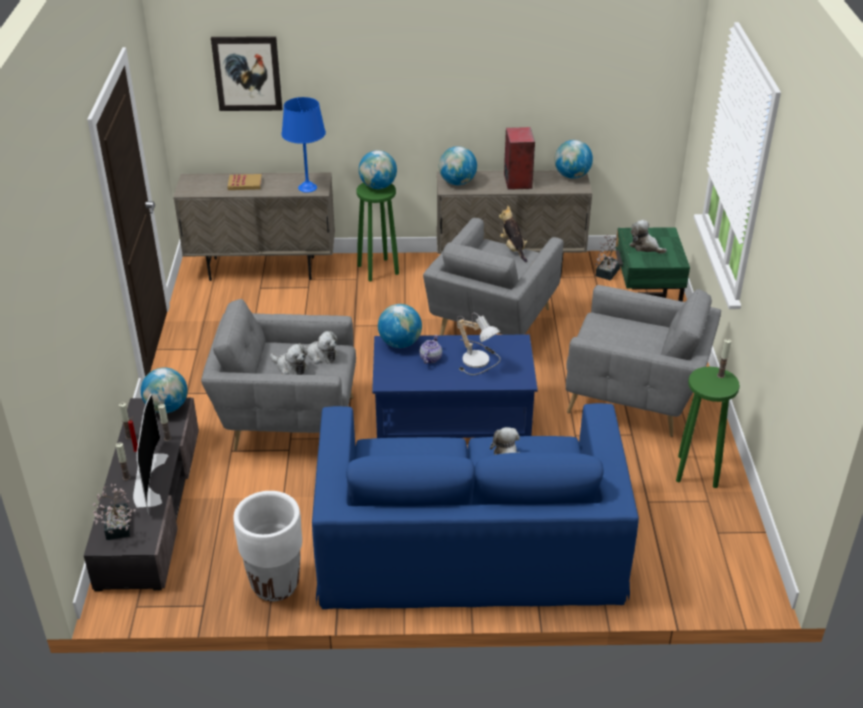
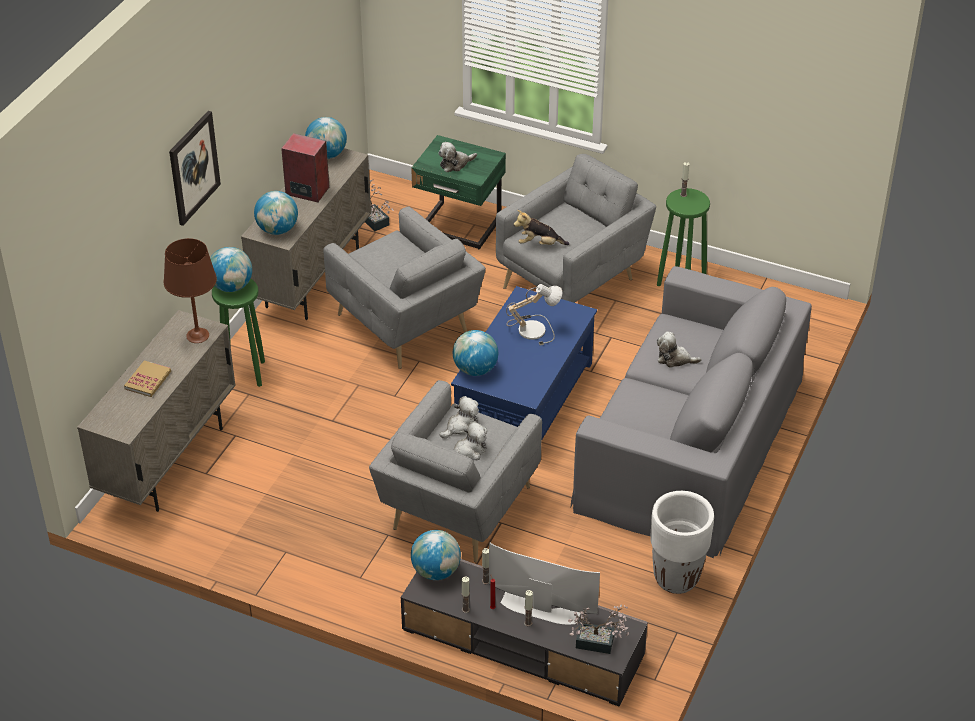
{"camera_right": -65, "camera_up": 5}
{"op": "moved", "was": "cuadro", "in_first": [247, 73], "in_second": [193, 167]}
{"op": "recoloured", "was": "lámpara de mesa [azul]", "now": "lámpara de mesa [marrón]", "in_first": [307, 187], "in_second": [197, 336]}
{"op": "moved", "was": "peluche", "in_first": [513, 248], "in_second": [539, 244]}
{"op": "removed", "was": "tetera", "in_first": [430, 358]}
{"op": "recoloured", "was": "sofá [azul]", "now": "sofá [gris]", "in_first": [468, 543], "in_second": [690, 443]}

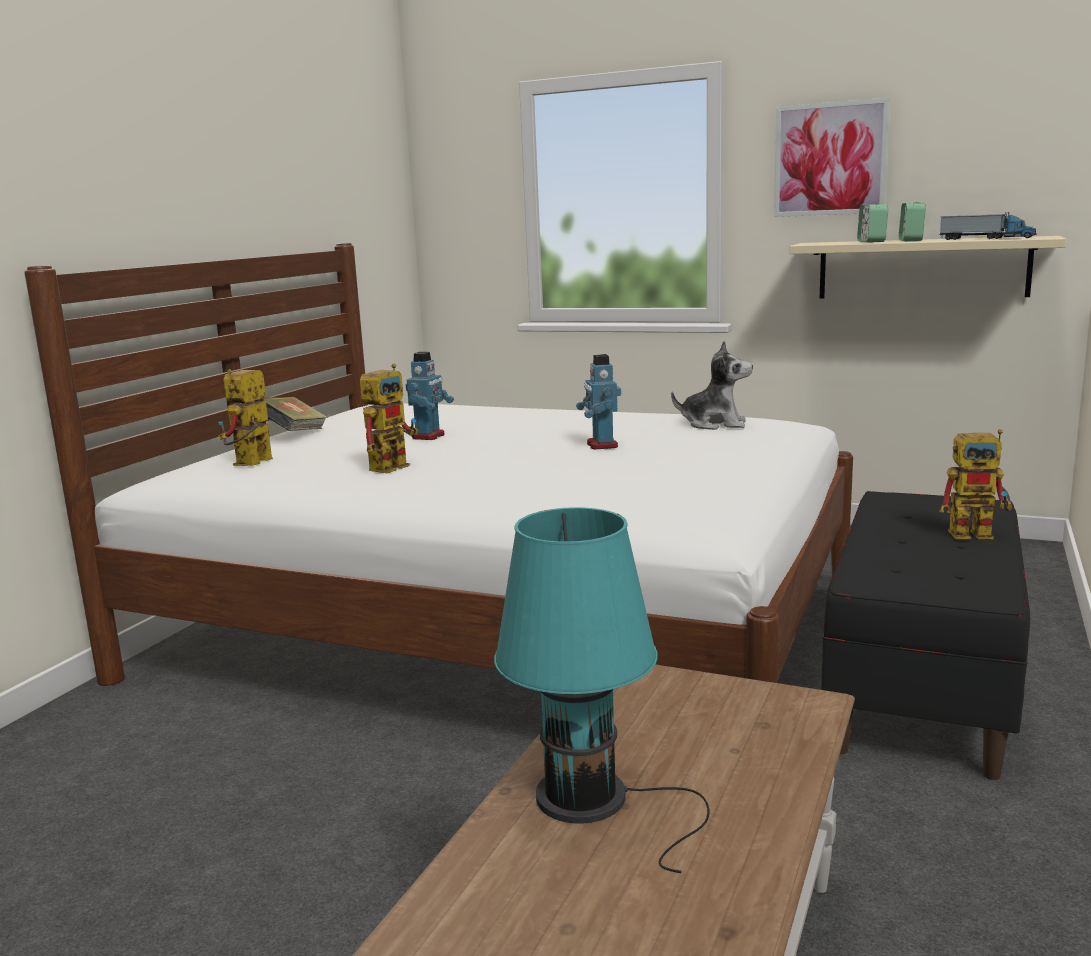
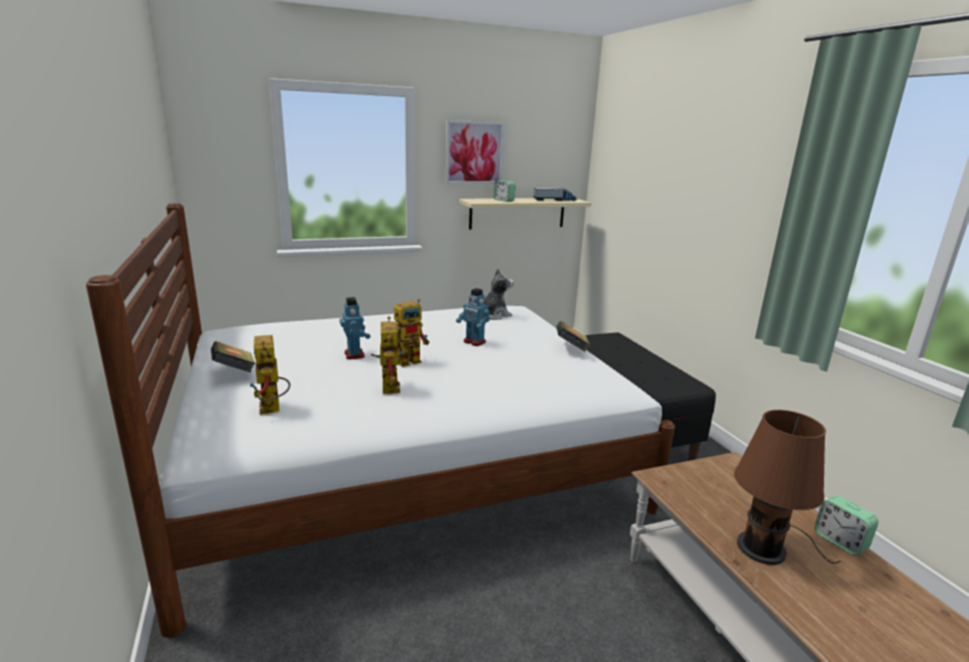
{"camera_right": -45, "camera_up": 5}
{"op": "moved", "was": "despertador", "in_first": [910, 240], "in_second": [840, 541]}
{"op": "moved", "was": "robot de juguete", "in_first": [979, 533], "in_second": [412, 360]}
{"op": "recoloured", "was": "lámpara de mesa [turquesa]", "now": "lámpara de mesa [marrón]", "in_first": [591, 800], "in_second": [765, 547]}
{"op": "added", "now": "libro", "in_second": [571, 349]}

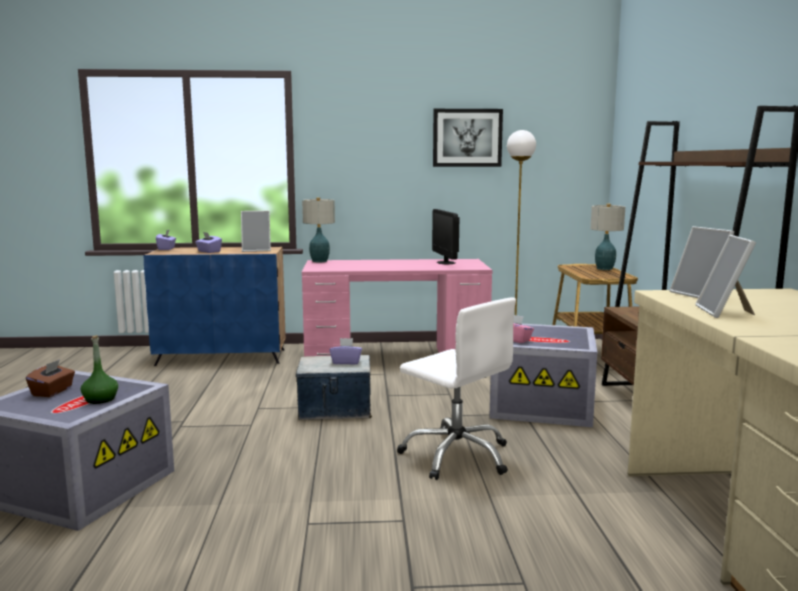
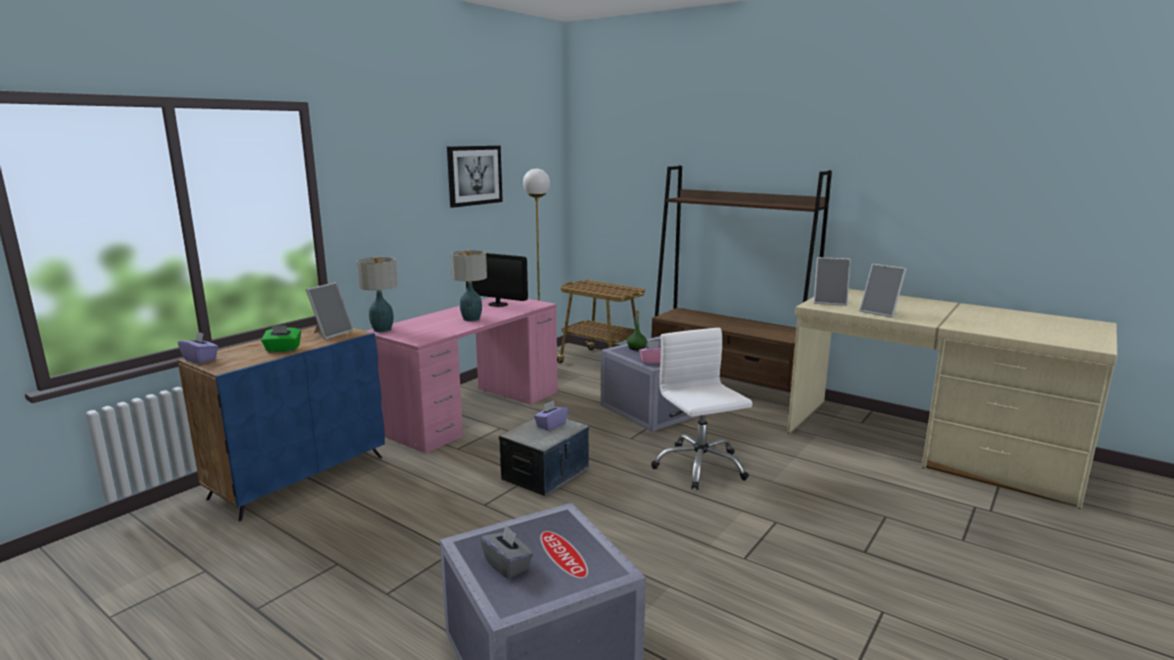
{"camera_right": -50, "camera_up": 5}
{"op": "moved", "was": "lámpara de mesa", "in_first": [604, 268], "in_second": [471, 319]}
{"op": "recoloured", "was": "caja de pañuelos [morado]", "now": "caja de pañuelos [verde]", "in_first": [208, 251], "in_second": [283, 349]}
{"op": "turned", "was": "silla de oficina [blanco]", "in_first": [457, 455], "in_second": [699, 466], "clockwise": -105}
{"op": "moved", "was": "botella [verde]", "in_first": [100, 399], "in_second": [636, 348]}
{"op": "recoloured", "was": "caja de pañuelos [marrón]", "now": "caja de pañuelos [gris]", "in_first": [52, 391], "in_second": [507, 565]}

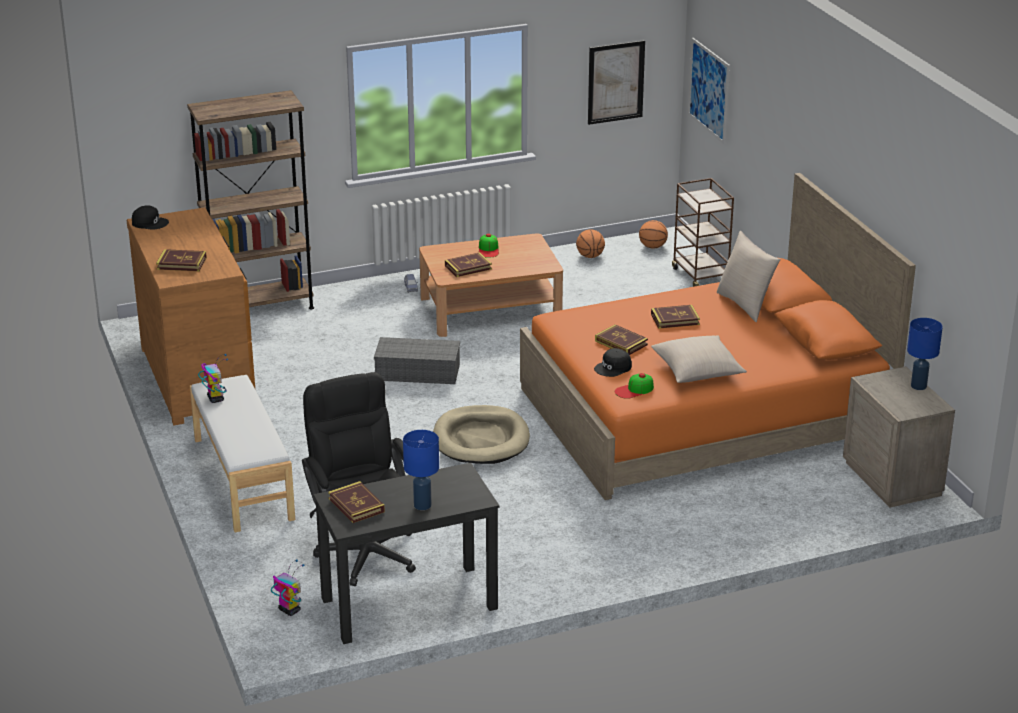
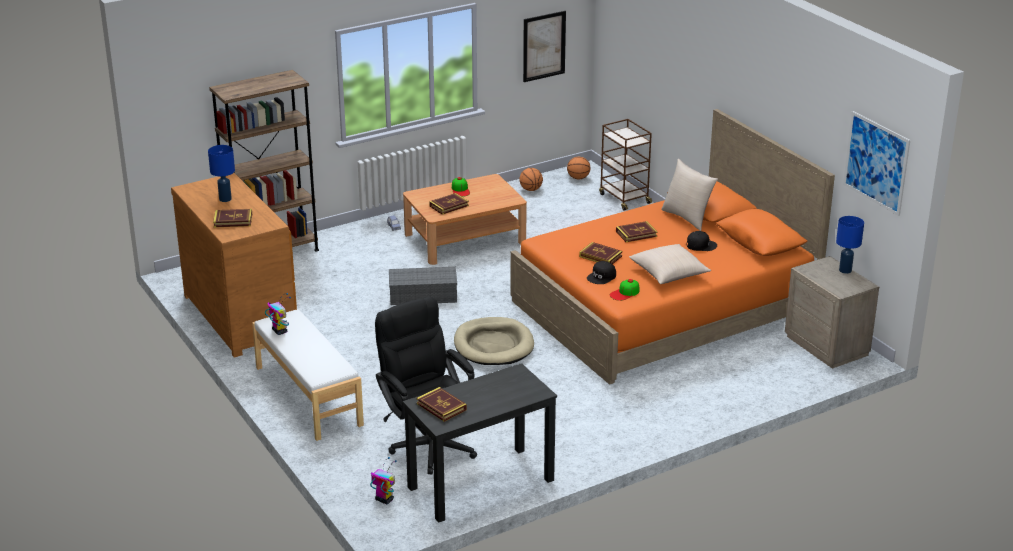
{"camera_right": -10, "camera_up": 0}
{"op": "moved", "was": "cuadro", "in_first": [709, 90], "in_second": [876, 162]}
{"op": "moved", "was": "gorra [negro]", "in_first": [150, 222], "in_second": [701, 245]}
{"op": "moved", "was": "lámpara de mesa [azul]", "in_first": [422, 505], "in_second": [225, 199]}

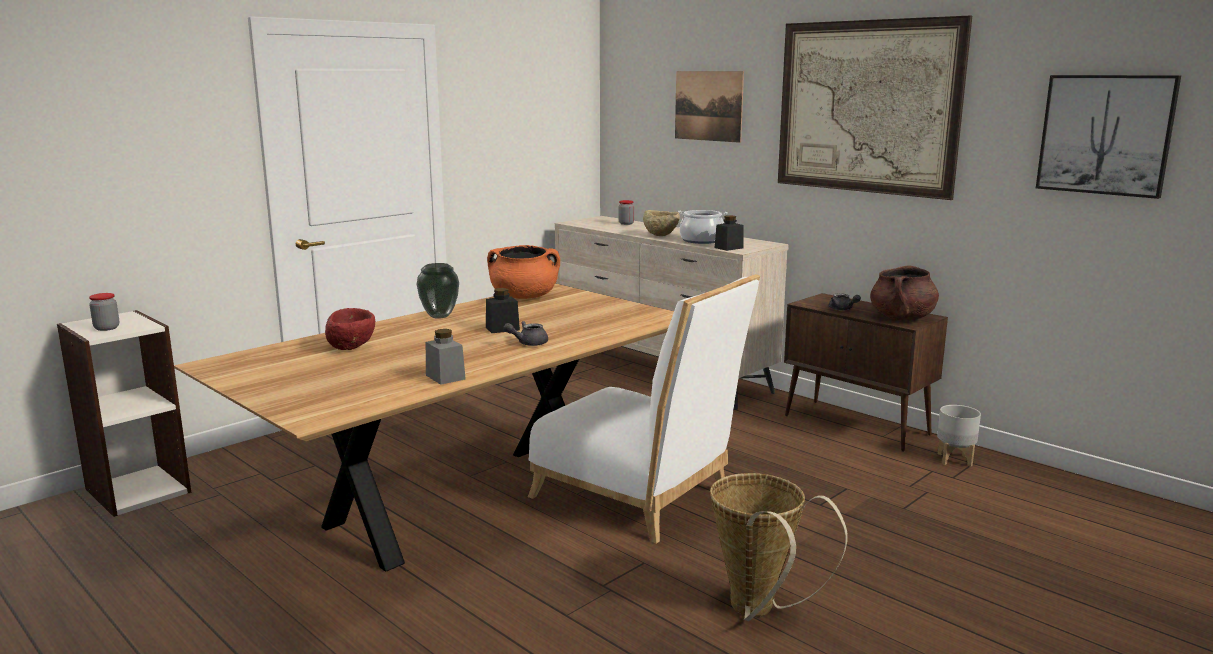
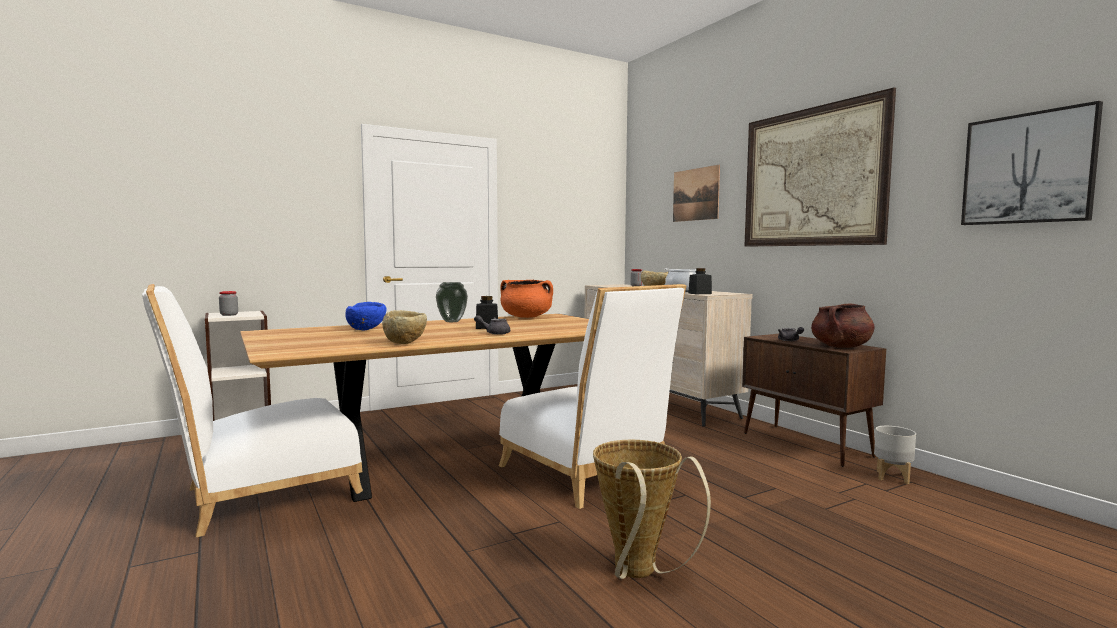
{"camera_right": 15, "camera_up": -10}
{"op": "recoloured", "was": "cuenco [rojo]", "now": "cuenco [azul]", "in_first": [352, 348], "in_second": [366, 330]}
{"op": "replaced", "was": "tarro [gris]", "now": "cuenco [beis]", "in_first": [445, 377], "in_second": [406, 343]}
{"op": "added", "now": "silla [blanco]", "in_second": [261, 496]}

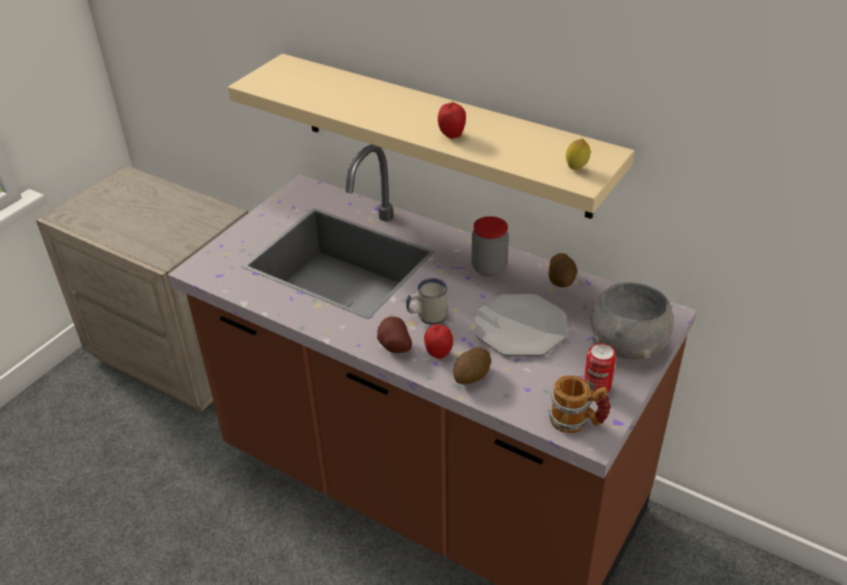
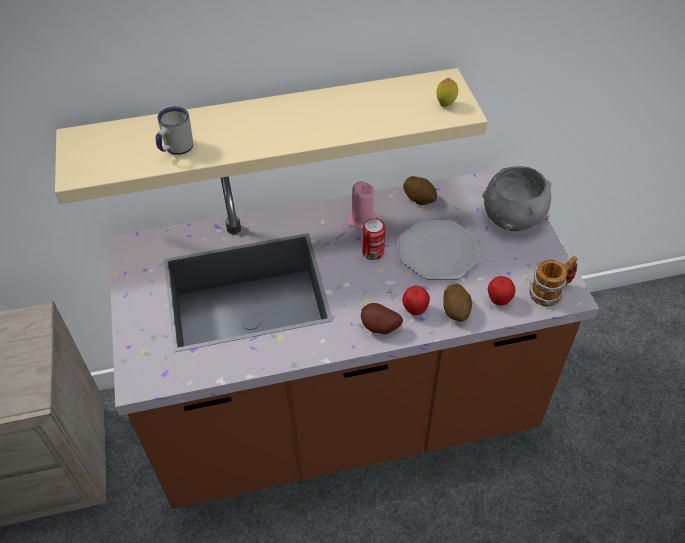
{"camera_right": -45, "camera_up": 10}
{"op": "moved", "was": "manzana", "in_first": [451, 135], "in_second": [498, 300]}
{"op": "replaced", "was": "tarro", "now": "vela [rosa]", "in_first": [489, 267], "in_second": [362, 220]}
{"op": "moved", "was": "taza grande [blanco]", "in_first": [427, 316], "in_second": [175, 149]}
{"op": "moved", "was": "lata", "in_first": [596, 386], "in_second": [373, 252]}

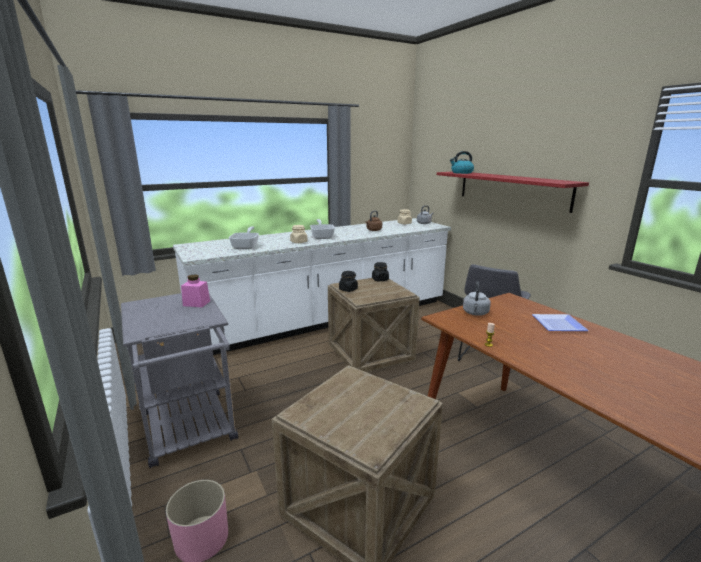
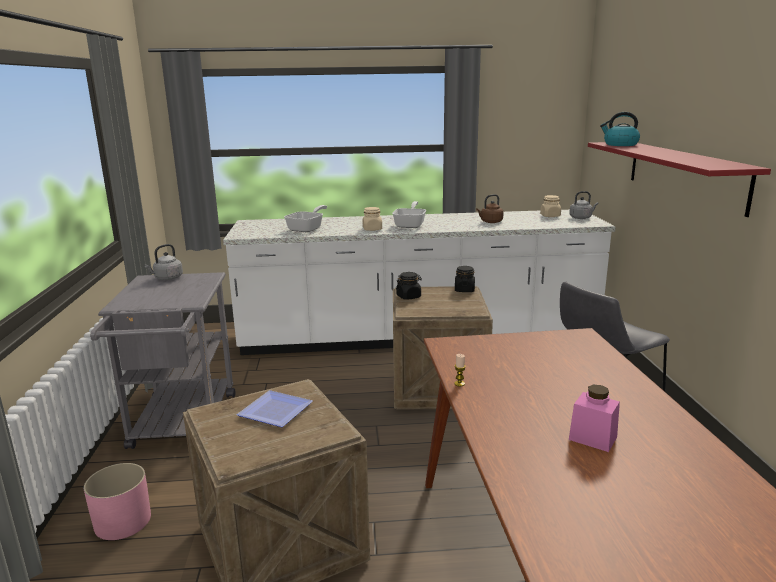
{"camera_right": 25, "camera_up": 0}
{"op": "moved", "was": "tarro [rosa]", "in_first": [196, 303], "in_second": [592, 438]}
{"op": "moved", "was": "hervidor [gris]", "in_first": [475, 313], "in_second": [167, 278]}
{"op": "moved", "was": "plato", "in_first": [559, 324], "in_second": [278, 411]}

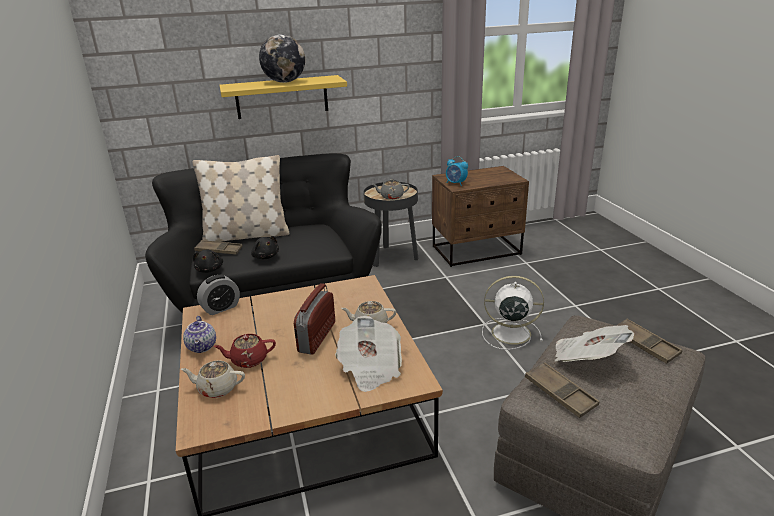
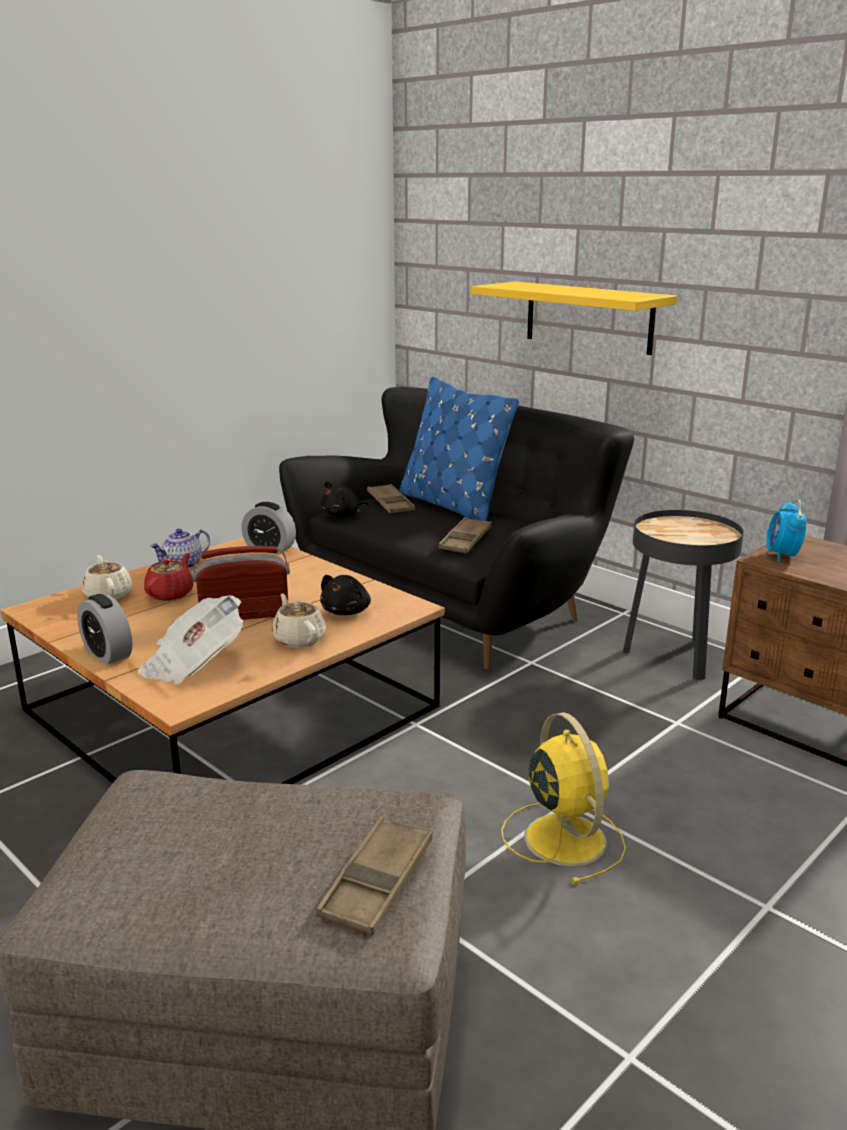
{"camera_right": 60, "camera_up": -5}
{"op": "removed", "was": "globo terráqueo", "in_first": [284, 82]}
{"op": "recoloured", "was": "cojín [beis]", "now": "cojín [azul]", "in_first": [246, 235], "in_second": [452, 504]}
{"op": "removed", "was": "tetera [gris]", "in_first": [391, 197]}
{"op": "moved", "was": "peluche [negro]", "in_first": [265, 256], "in_second": [347, 611]}
{"op": "recoloured", "was": "ventilador [blanco]", "now": "ventilador [amarillo]", "in_first": [509, 333], "in_second": [563, 837]}
{"op": "removed", "was": "periódico", "in_first": [587, 359]}
{"op": "turned", "was": "tetera [rojo]", "in_first": [248, 360], "in_second": [170, 594], "clockwise": 60}
{"op": "moved", "was": "bandeja [marrón]", "in_first": [560, 393], "in_second": [465, 540]}
{"op": "added", "now": "despertador", "in_second": [107, 654]}

